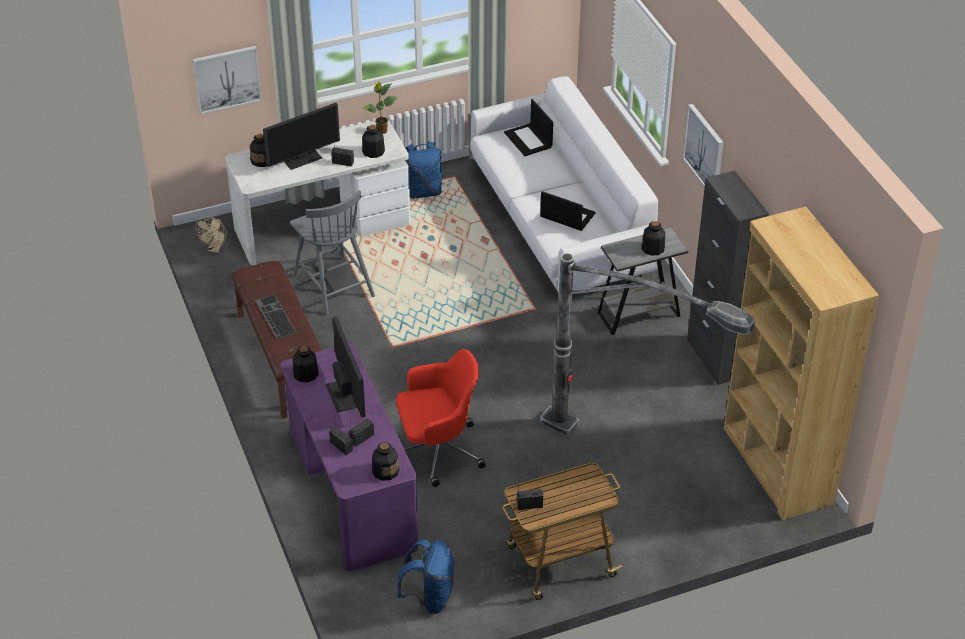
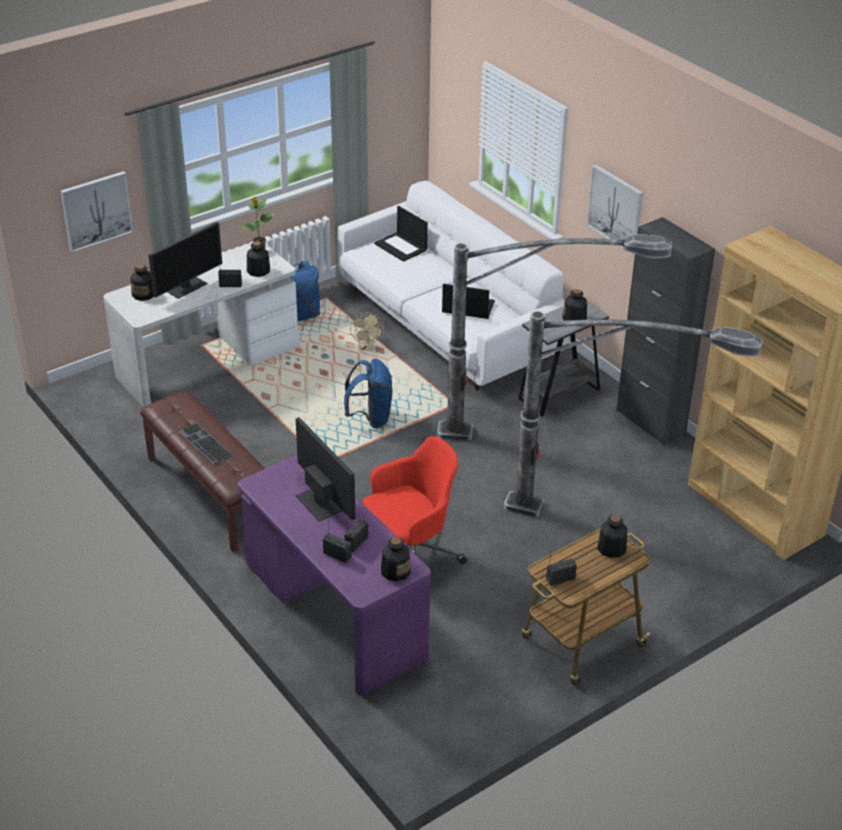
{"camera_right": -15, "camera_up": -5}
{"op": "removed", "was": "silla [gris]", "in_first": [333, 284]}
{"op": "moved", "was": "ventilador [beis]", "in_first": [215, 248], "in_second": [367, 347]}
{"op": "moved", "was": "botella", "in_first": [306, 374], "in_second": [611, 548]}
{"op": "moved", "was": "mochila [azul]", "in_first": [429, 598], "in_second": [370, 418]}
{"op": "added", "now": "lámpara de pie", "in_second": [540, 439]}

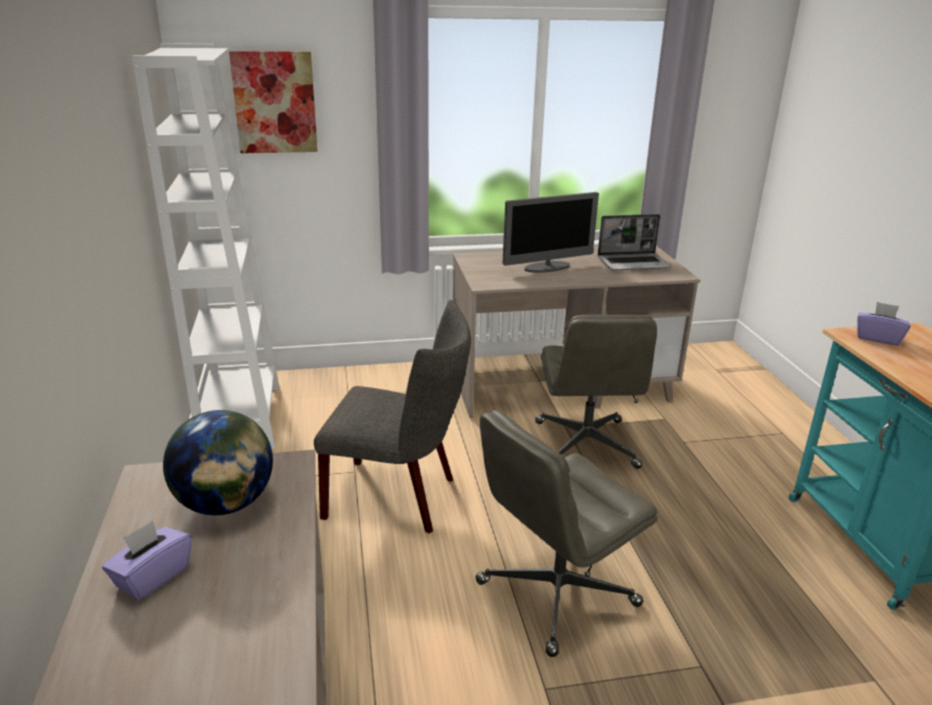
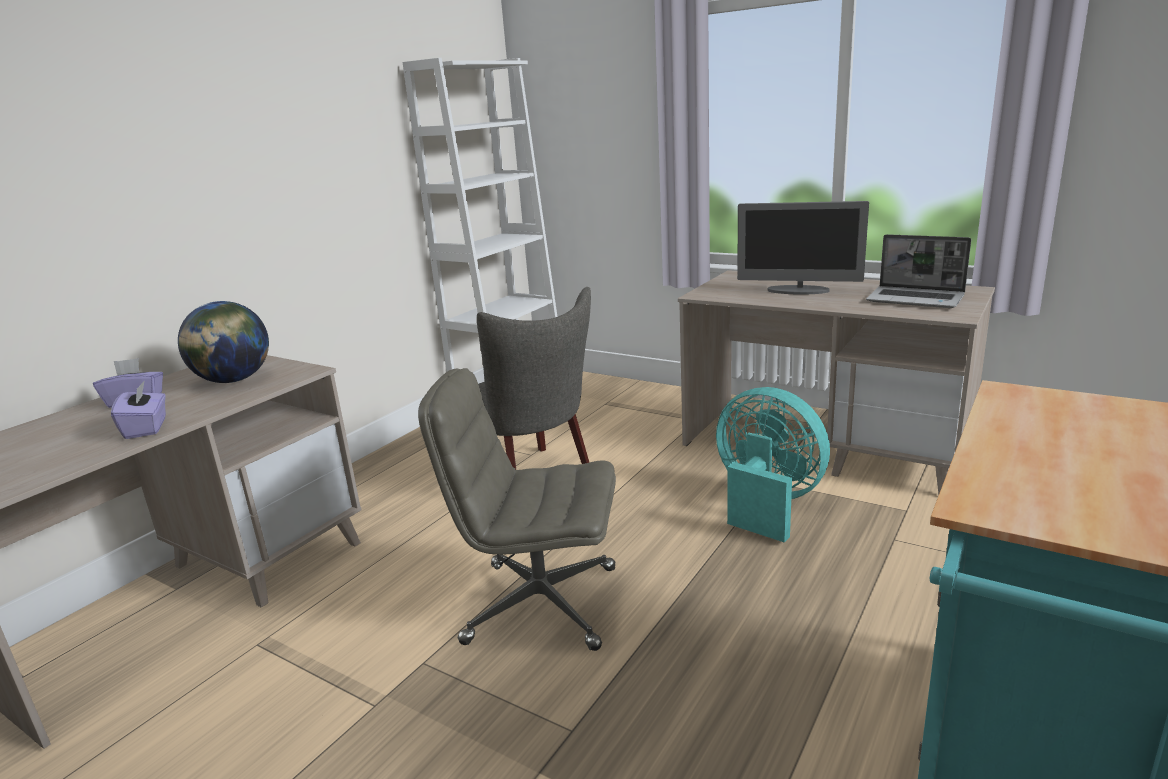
{"camera_right": 45, "camera_up": -5}
{"op": "removed", "was": "cuadro", "in_first": [275, 102]}
{"op": "moved", "was": "caja de pañuelos [morado]", "in_first": [878, 338], "in_second": [147, 428]}
{"op": "replaced", "was": "silla de oficina [gris]", "now": "ventilador [turquesa]", "in_first": [586, 445], "in_second": [766, 503]}

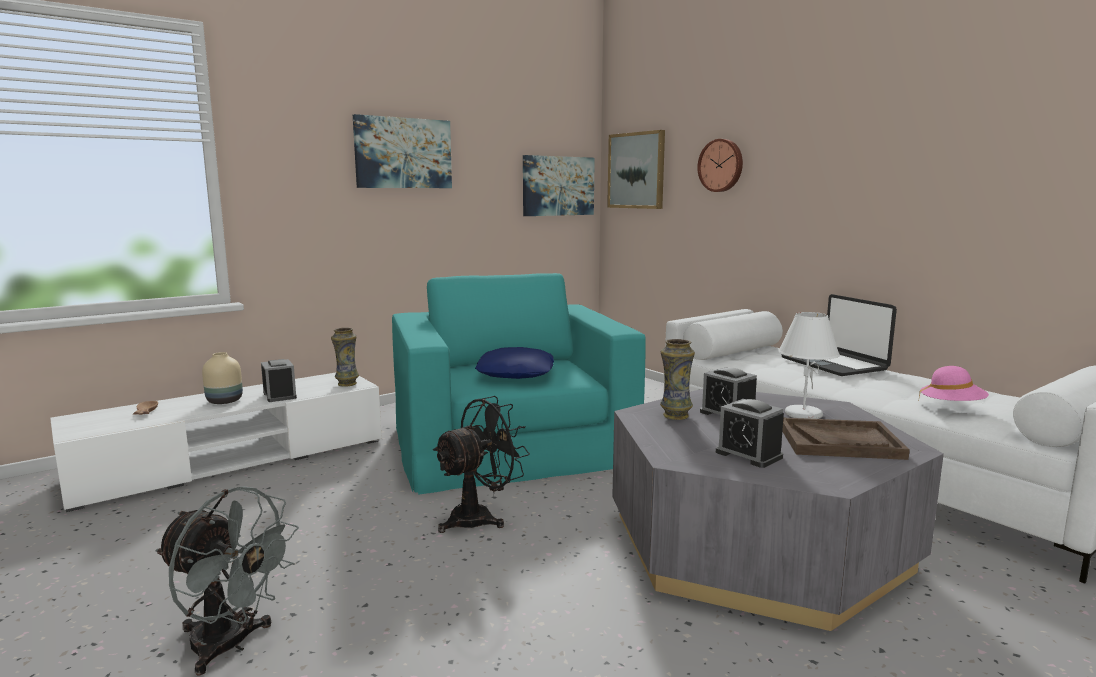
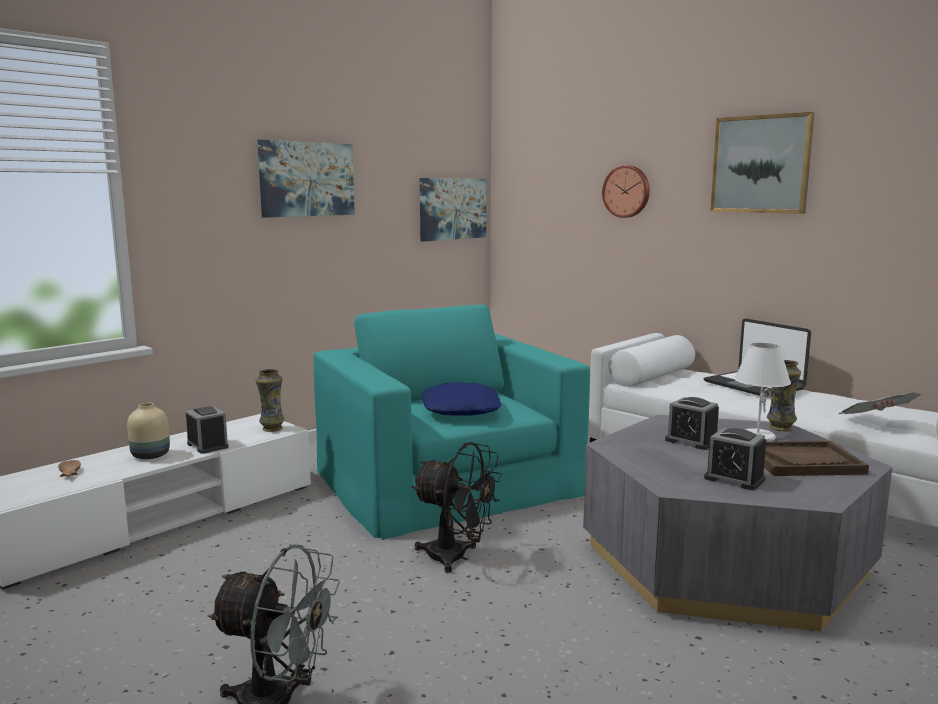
{"camera_right": -10, "camera_up": 0}
{"op": "moved", "was": "cuadro", "in_first": [636, 170], "in_second": [761, 164]}
{"op": "moved", "was": "florero", "in_first": [675, 415], "in_second": [780, 428]}
{"op": "replaced", "was": "sombrero [rosa]", "now": "periódico", "in_first": [951, 406], "in_second": [876, 422]}
{"op": "turned", "was": "ventilador [negro]", "in_first": [480, 517], "in_second": [456, 557], "clockwise": 75}

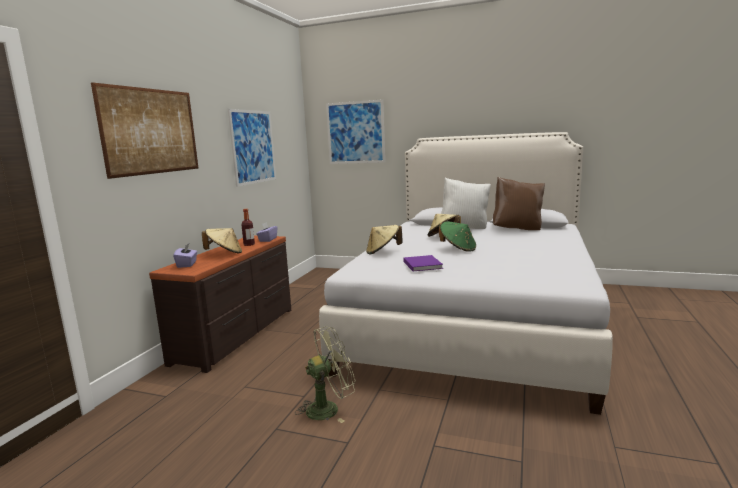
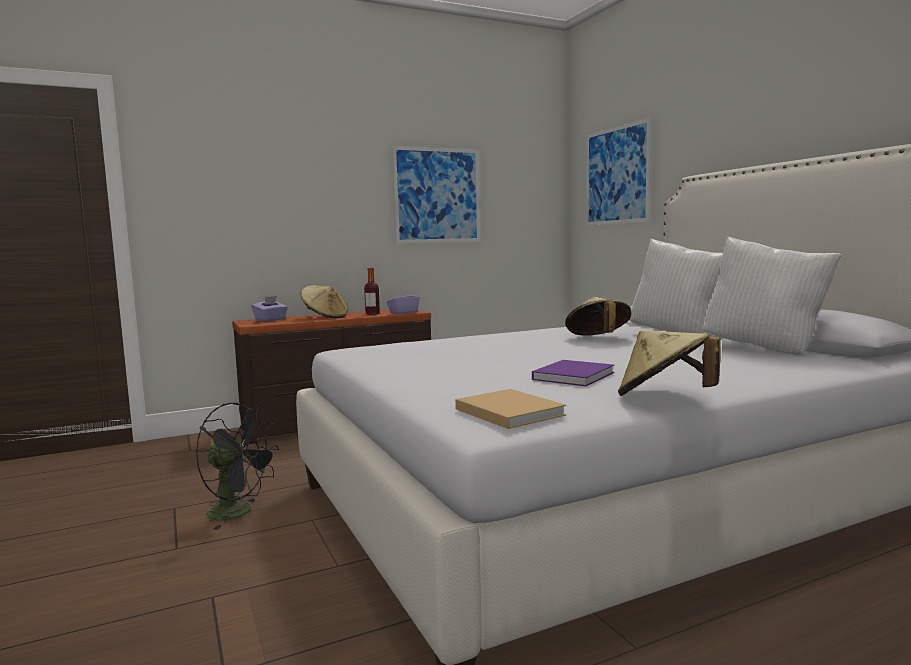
{"camera_right": 45, "camera_up": -5}
{"op": "removed", "was": "cuadro", "in_first": [151, 131]}
{"op": "recoloured", "was": "cojín [marrón]", "now": "cojín [blanco]", "in_first": [517, 229], "in_second": [764, 348]}
{"op": "removed", "was": "sombrero [verde]", "in_first": [458, 249]}
{"op": "moved", "was": "sombrero [beis]", "in_first": [383, 252], "in_second": [664, 397]}
{"op": "moved", "was": "libro [morado]", "in_first": [422, 264], "in_second": [574, 375]}
{"op": "recoloured", "was": "ventilador [verde]", "now": "ventilador [negro]", "in_first": [329, 408], "in_second": [238, 513]}
{"op": "added", "now": "libro [beis]", "in_second": [507, 411]}

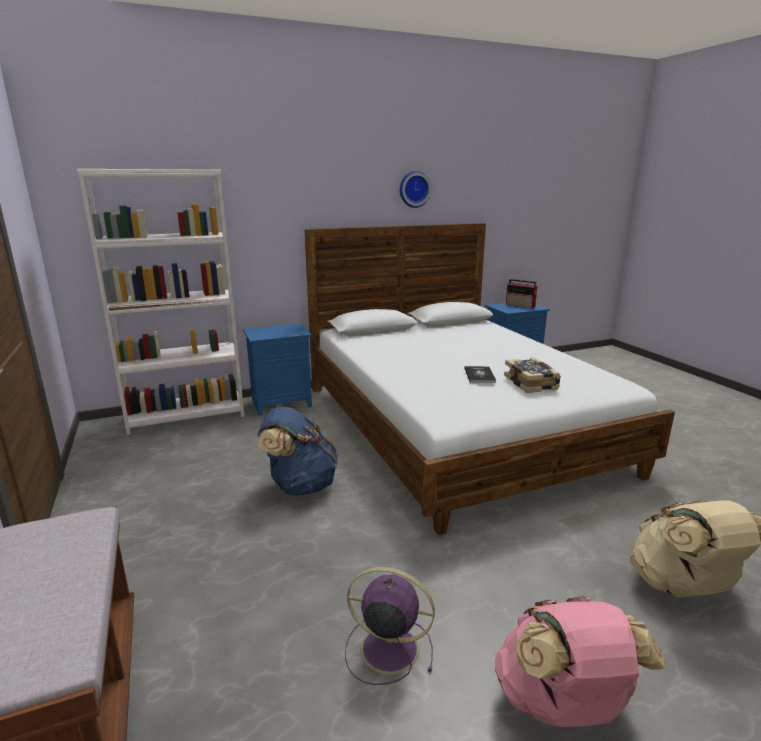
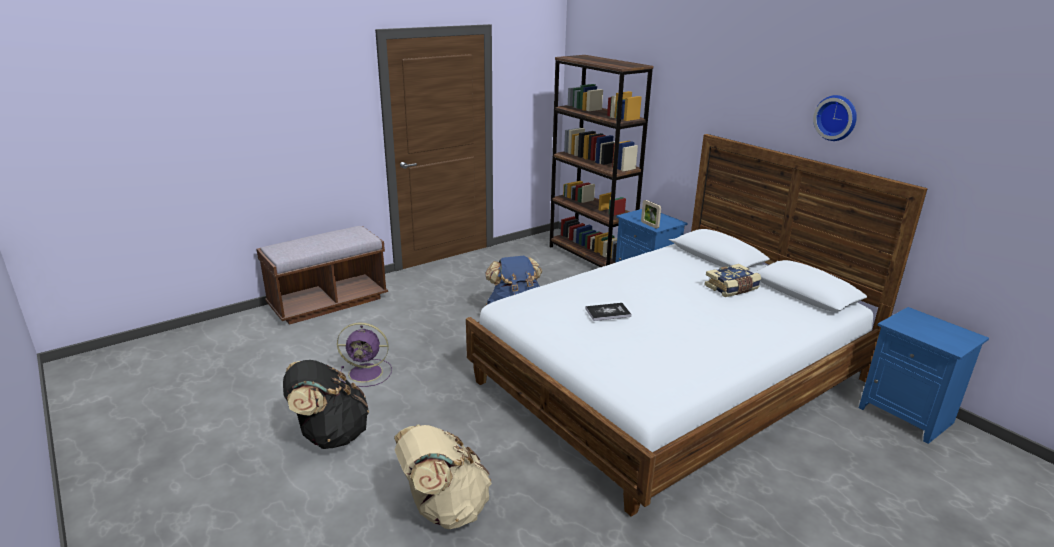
{"camera_right": 75, "camera_up": 5}
{"op": "recoloured", "was": "estantería [blanco]", "now": "estantería [marrón]", "in_first": [187, 416], "in_second": [590, 256]}
{"op": "removed", "was": "radio", "in_first": [521, 306]}
{"op": "moved", "was": "libro", "in_first": [531, 383], "in_second": [732, 288]}
{"op": "turned", "was": "ventilador [morado]", "in_first": [386, 648], "in_second": [367, 373], "clockwise": 90}
{"op": "recoloured", "was": "mochila [rosa]", "now": "mochila [negro]", "in_first": [562, 705], "in_second": [330, 435]}
{"op": "added", "now": "portarretratos", "in_second": [649, 225]}

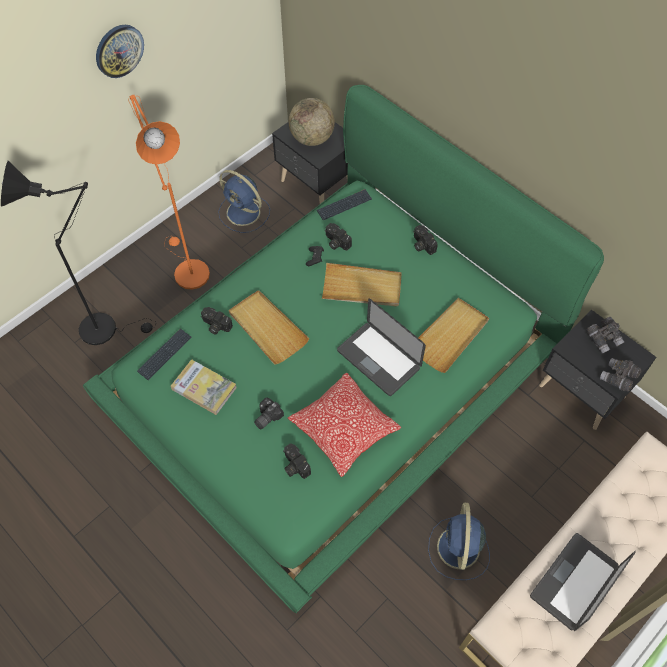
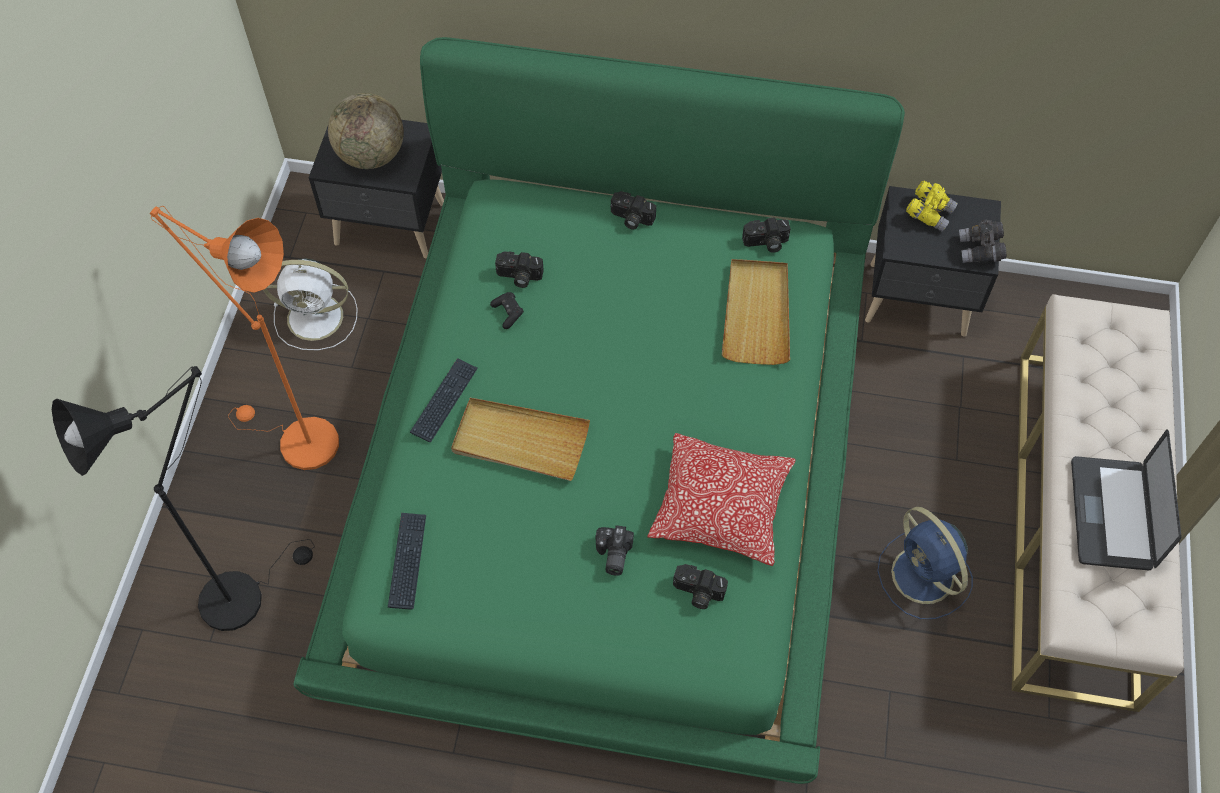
{"camera_right": -35, "camera_up": 0}
{"op": "removed", "was": "reloj de pared", "in_first": [119, 50]}
{"op": "recoloured", "was": "ventilador [azul]", "now": "ventilador [blanco]", "in_first": [244, 213], "in_second": [318, 317]}
{"op": "moved", "was": "teclado", "in_first": [344, 205], "in_second": [444, 401]}
{"op": "removed", "was": "bandeja [beis]", "in_first": [362, 287]}
{"op": "removed", "was": "portátil", "in_first": [378, 359]}
{"op": "moved", "was": "cámara", "in_first": [215, 326], "in_second": [766, 243]}
{"op": "recoloured", "was": "prismáticos [gris]", "now": "prismáticos [amarillo]", "in_first": [603, 338], "in_second": [929, 213]}
{"op": "removed", "was": "libro", "in_first": [204, 388]}

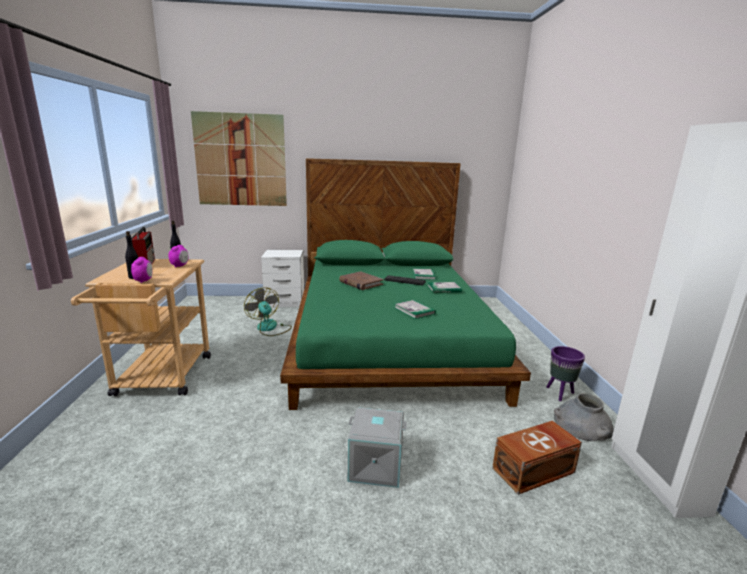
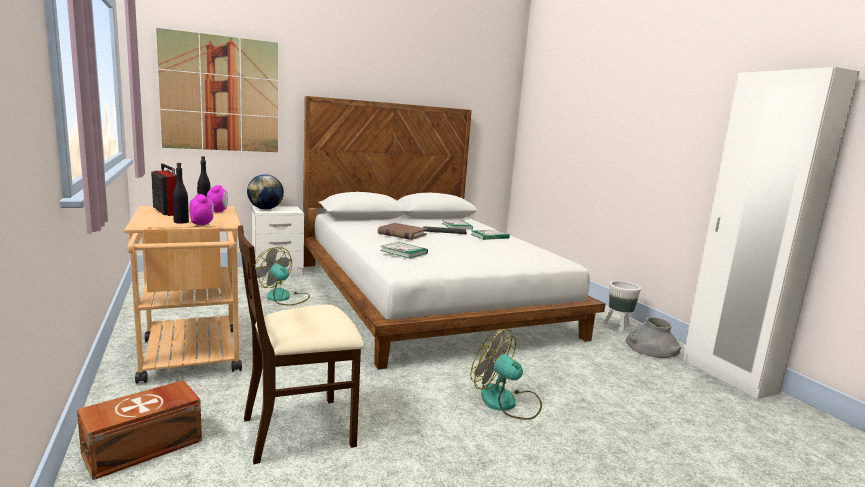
{"camera_right": -20, "camera_up": -5}
{"op": "recoloured", "was": "cama [verde]", "now": "cama [blanco]", "in_first": [389, 338], "in_second": [428, 297]}
{"op": "moved", "was": "libro", "in_first": [414, 311], "in_second": [403, 252]}
{"op": "recoloured", "was": "maceta [morado]", "now": "maceta [blanco]", "in_first": [560, 394], "in_second": [618, 327]}
{"op": "replaced", "was": "caja de almacenaje [gris]", "now": "ventilador", "in_first": [375, 467], "in_second": [506, 402]}
{"op": "moved", "was": "caja de almacenaje [marrón]", "in_first": [535, 470], "in_second": [145, 447]}
{"op": "added", "now": "globo terráqueo", "in_second": [265, 209]}
{"op": "added", "now": "silla [beis]", "in_second": [300, 429]}

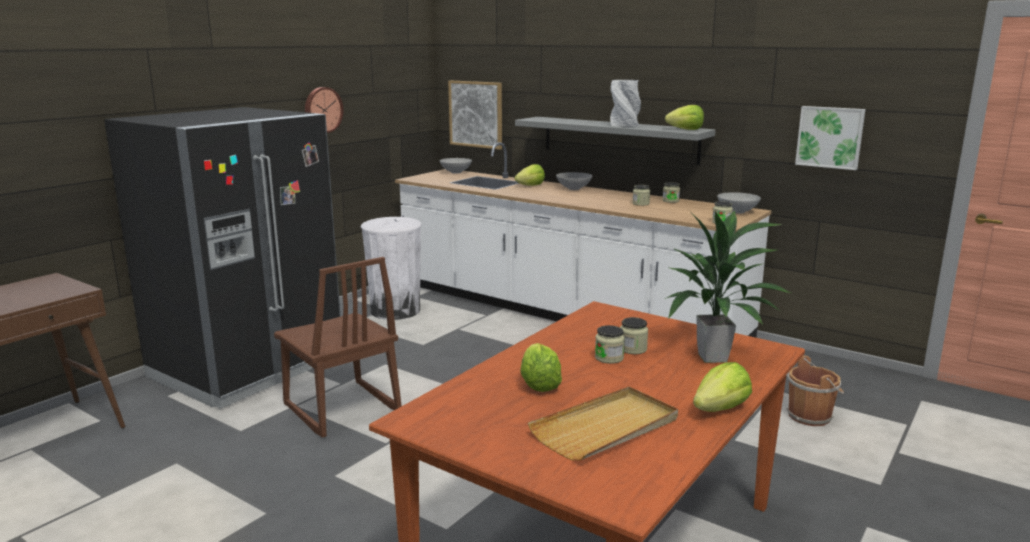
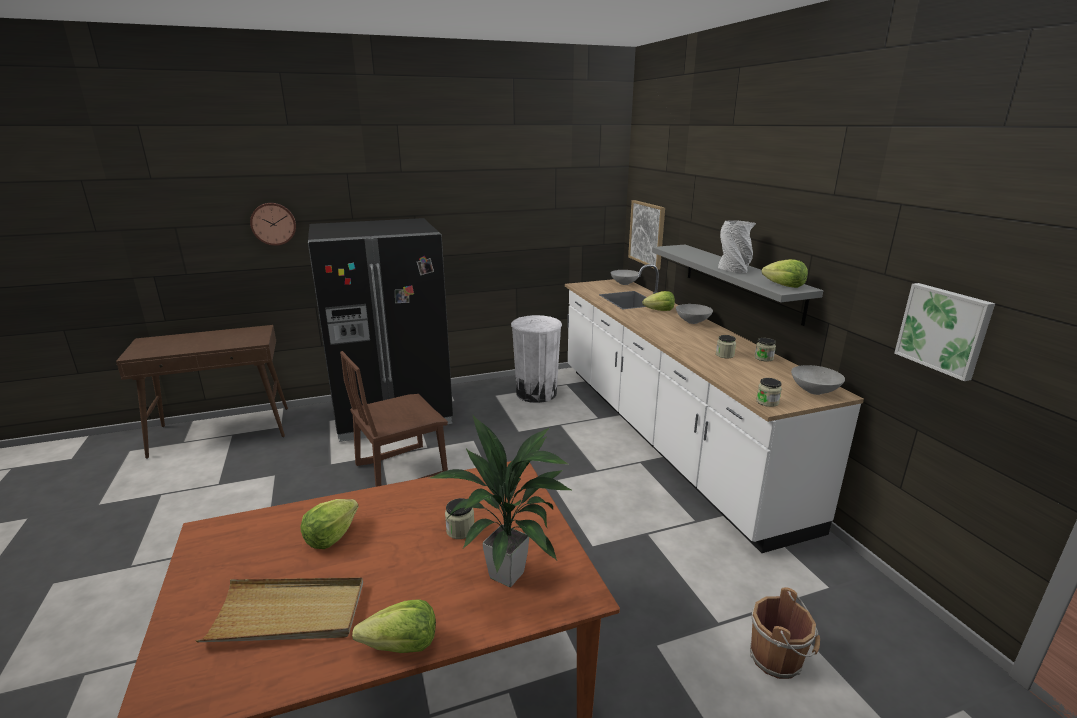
{"camera_right": 35, "camera_up": 5}
{"op": "moved", "was": "reloj de pared", "in_first": [322, 110], "in_second": [273, 223]}
{"op": "turned", "was": "silla [marrón]", "in_first": [341, 409], "in_second": [401, 470], "clockwise": 60}
{"op": "removed", "was": "tarro", "in_first": [609, 358]}

